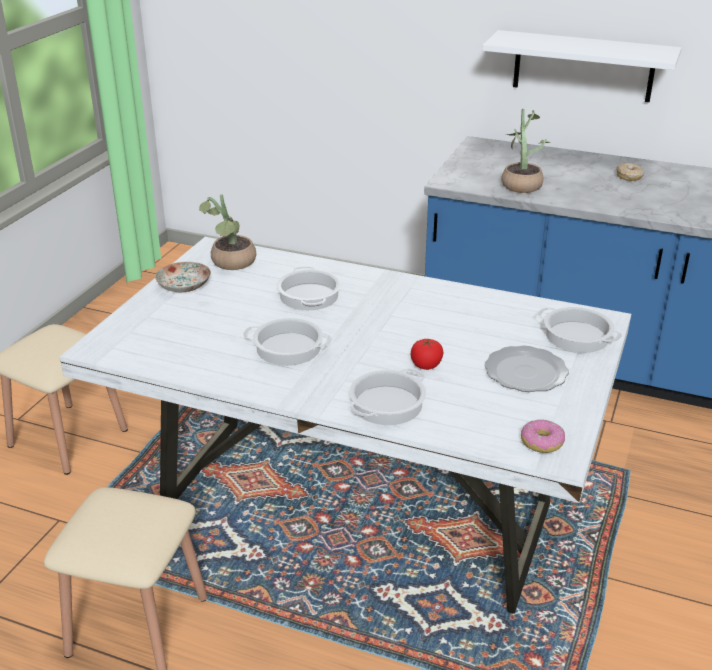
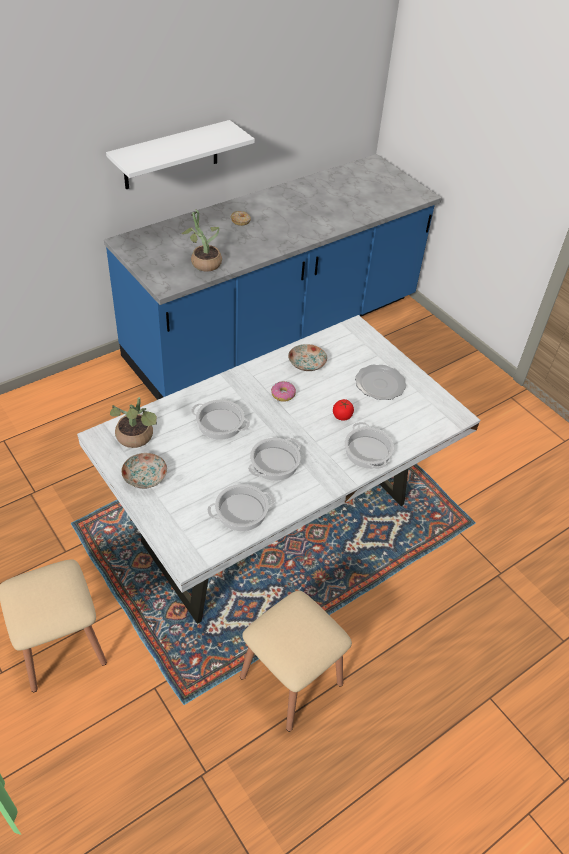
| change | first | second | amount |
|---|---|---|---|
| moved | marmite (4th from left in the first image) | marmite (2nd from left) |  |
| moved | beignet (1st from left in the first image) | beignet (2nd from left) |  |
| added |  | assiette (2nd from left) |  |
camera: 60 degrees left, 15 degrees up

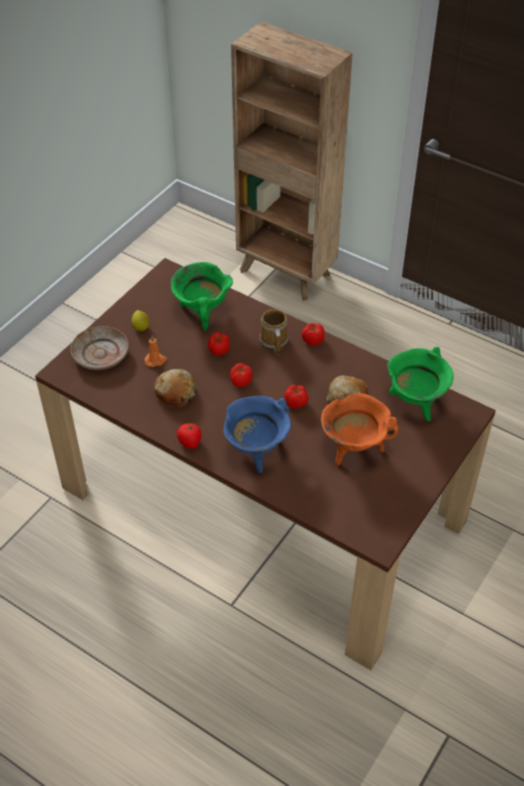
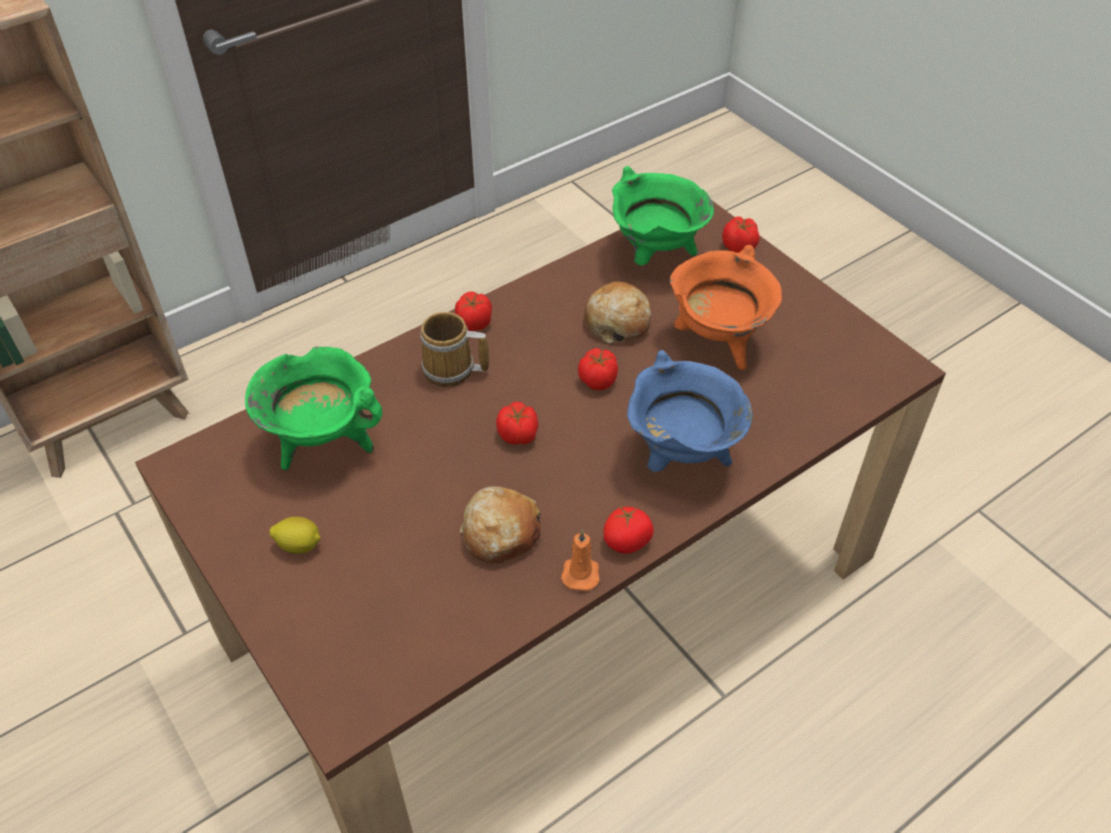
| change | first | second | amount |
|---|---|---|---|
| removed | assiette (beige) |  |  |
| moved | tomate (2nd from left in the first image) | tomate (5th from left) |  |
| moved | bougie (orange) |  |  |
camera: 70 degrees left, 0 degrees up

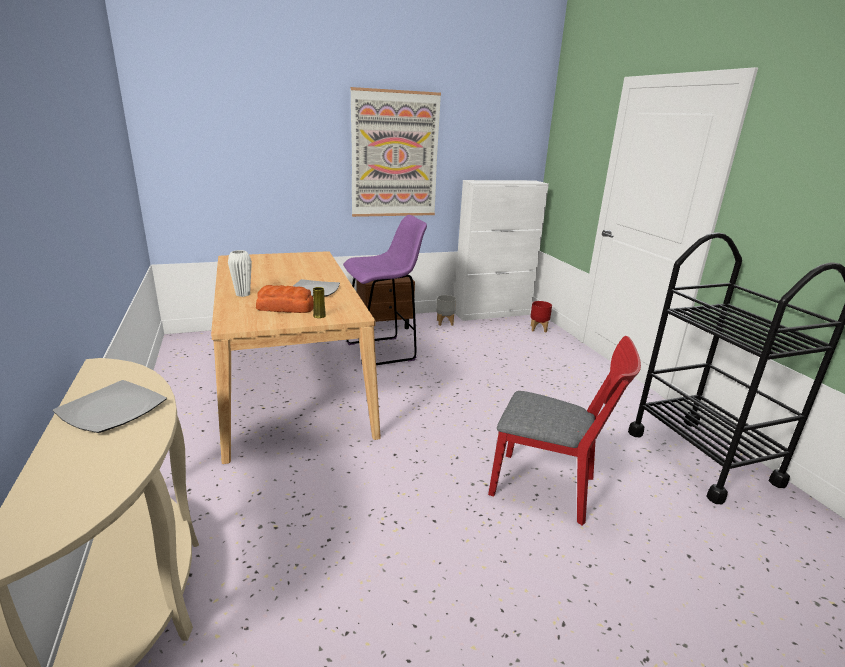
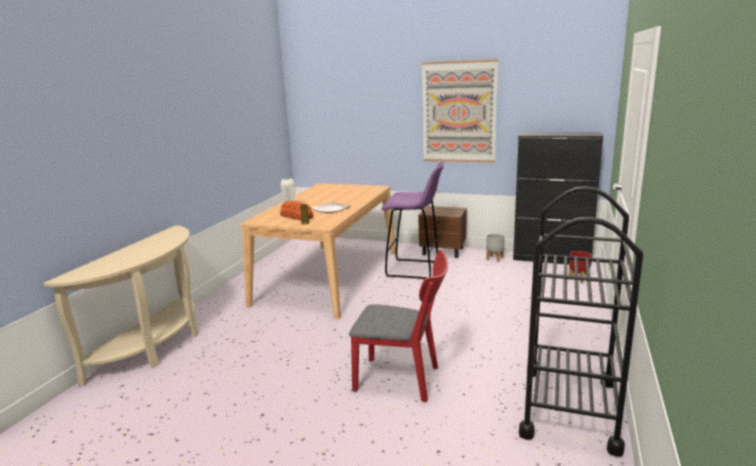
| change | first | second | amount |
|---|---|---|---|
| recoloured | meuble de rangement (blanc) | meuble de rangement (noir) |  |
| turned | chaise (rouge) |  | 45 degrees counterclockwise |
| removed | assiette (1st from left) |  |  |
camera: 40 degrees right, 5 degrees down

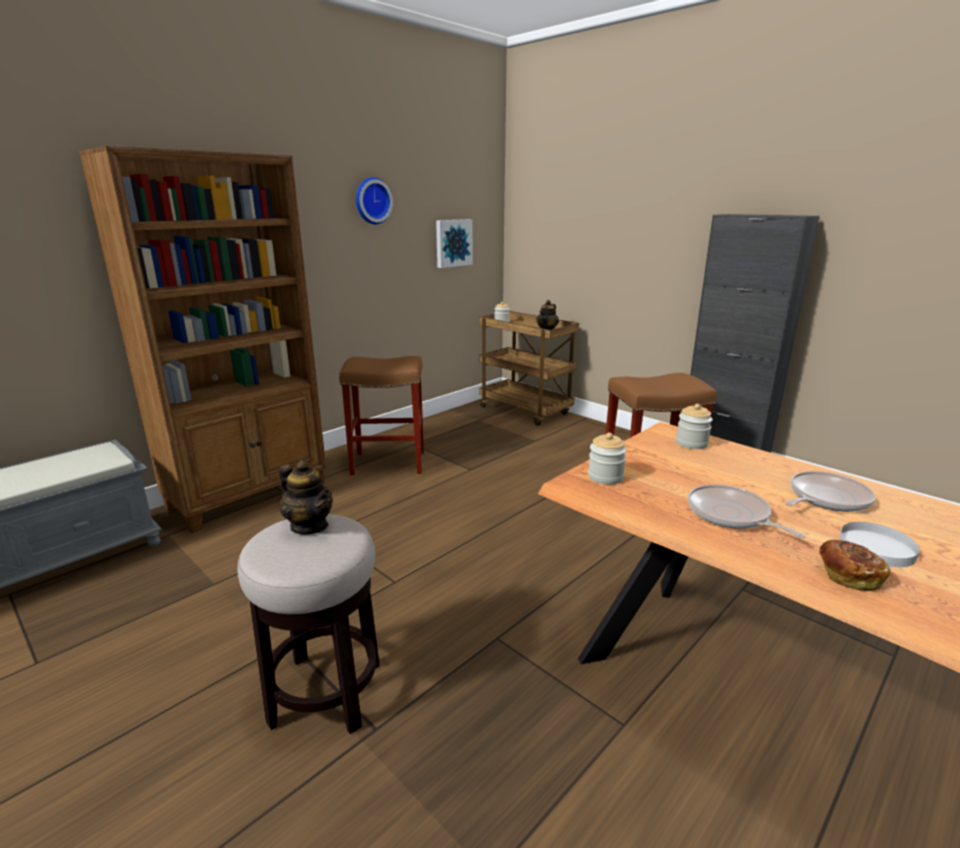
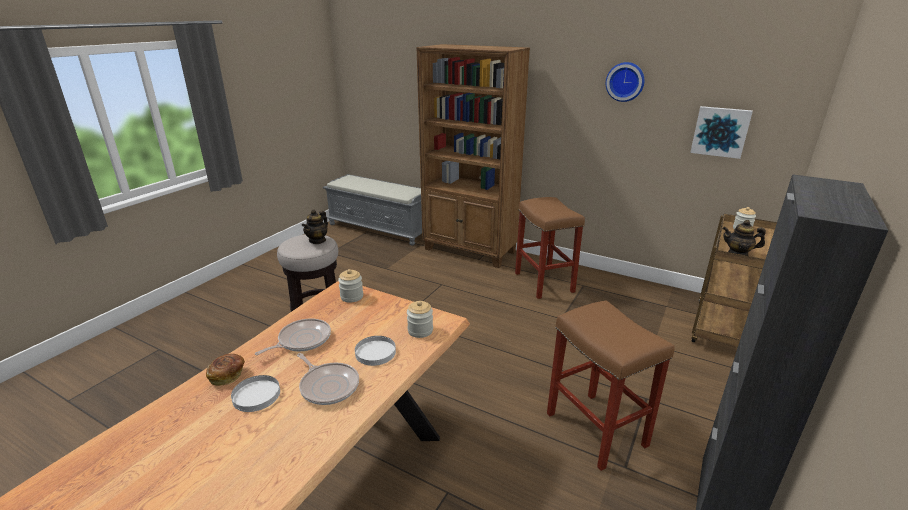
| change | first | second | amount |
|---|---|---|---|
| added |  | assiette (blanc) (2nd from left) |  |
camera: 75 degrees right, 5 degrees up

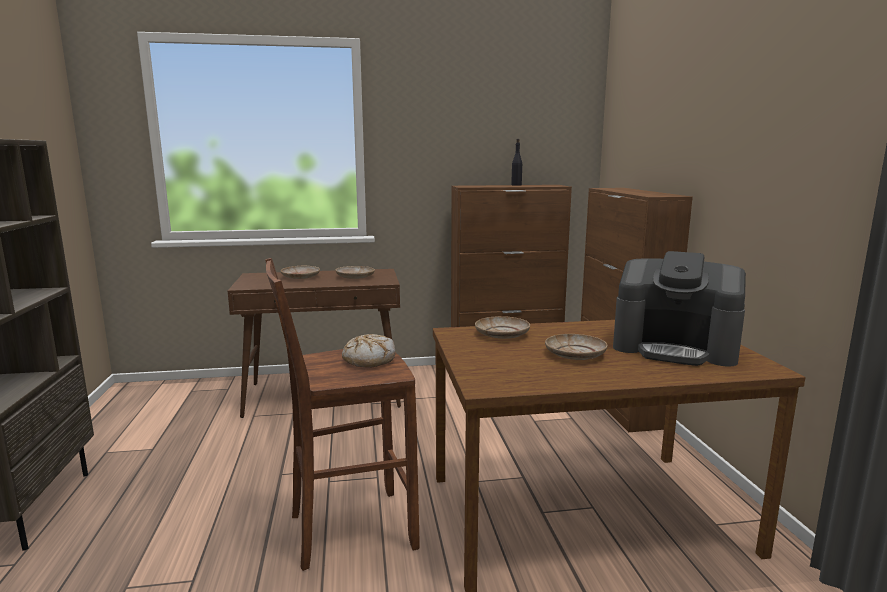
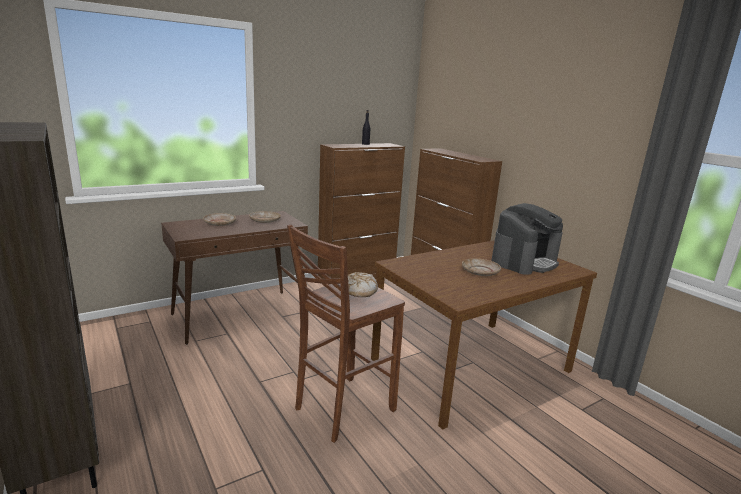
| change | first | second | amount |
|---|---|---|---|
| turned | machine à café |  | 45 degrees counterclockwise |
| removed | assiette (beige) (3rd from left) |  |  |
camera: 25 degrees left, 5 degrees up

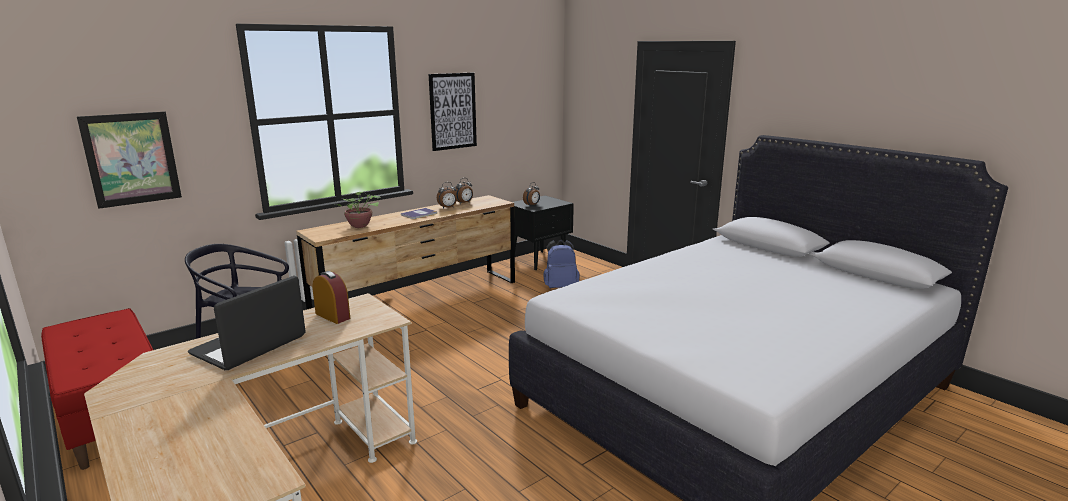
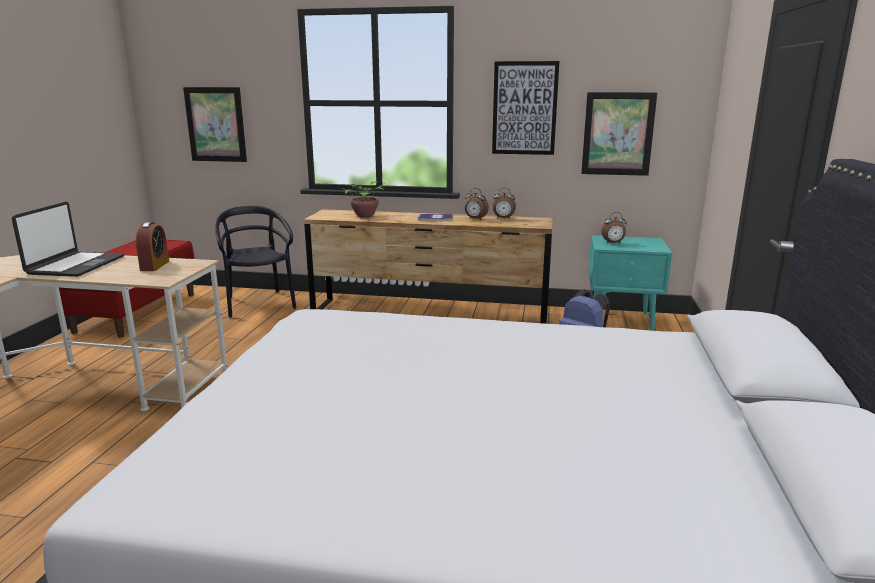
| change | first | second | amount |
|---|---|---|---|
| recoloured | table de chevet (noir) | table de chevet (turquoise) |  |
| turned | ordinateur portable |  | 105 degrees clockwise |
| added |  | tableau (3rd from left) |  |
camera: 50 degrees right, 0 degrees up

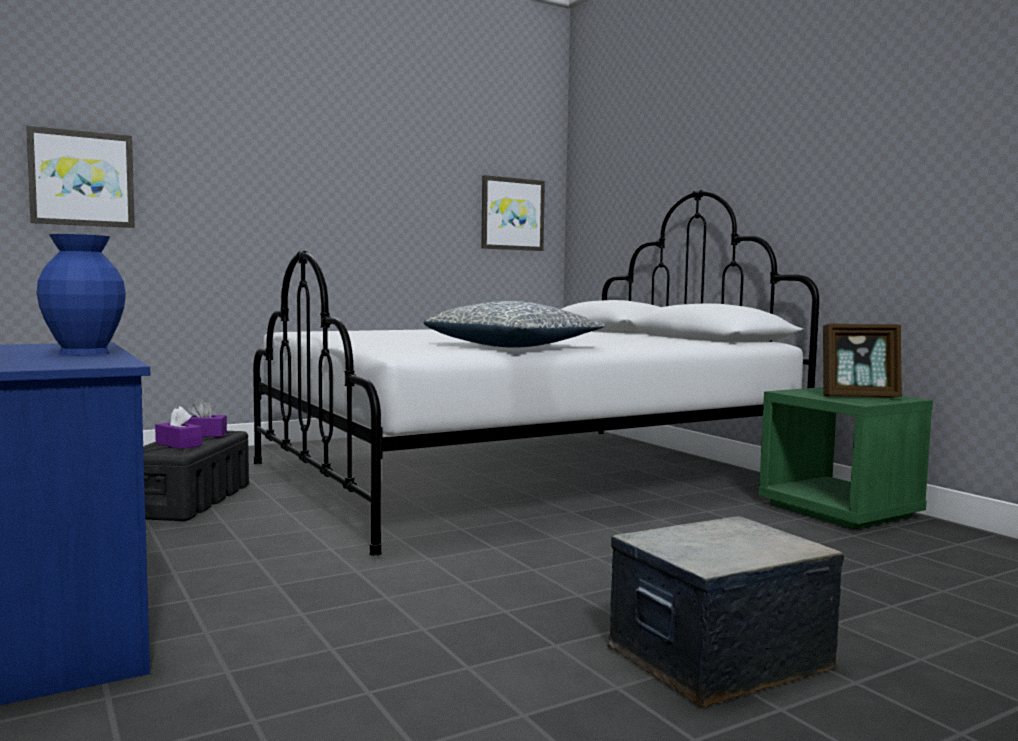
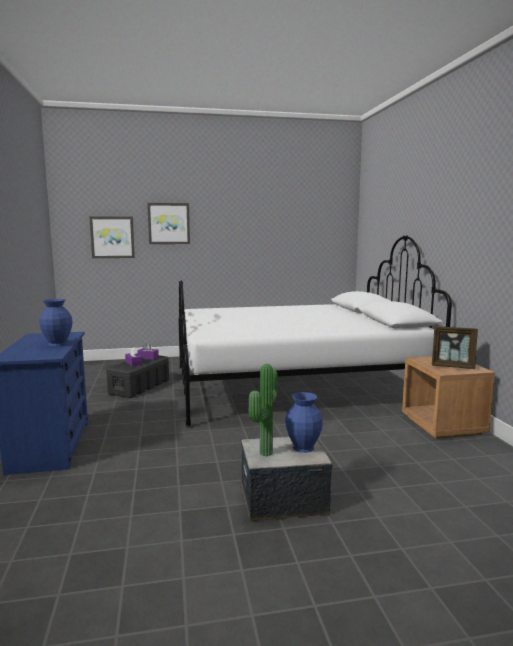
| change | first | second | amount |
|---|---|---|---|
| moved | tableau (2nd from left) |  |  |
| removed | coussin |  |  |
| recoloured | table de chevet (vert) | table de chevet (marron) |  |
| added |  | plante en pot |  |
| added |  | vase (bleu) (2nd from left) |  |
camera: 20 degrees right, 5 degrees up

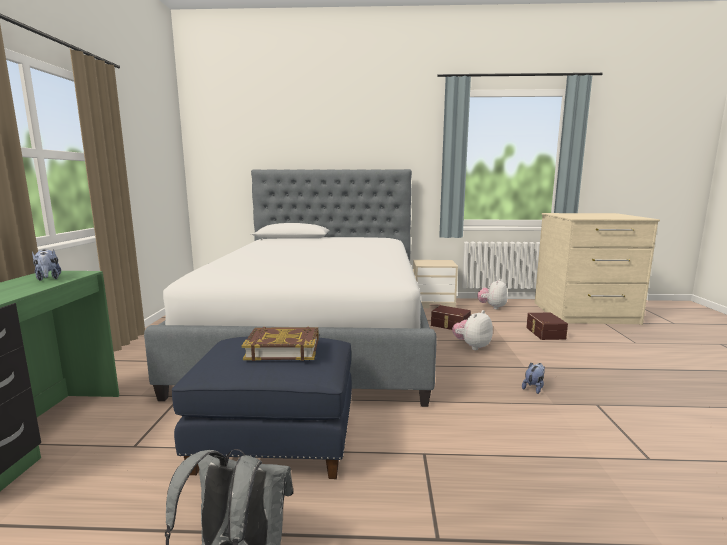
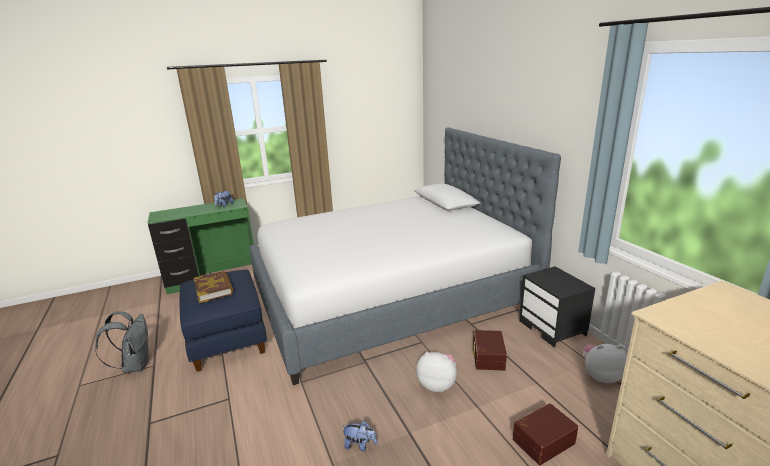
| change | first | second | amount |
|---|---|---|---|
| recoloured | table de chevet (beige) | table de chevet (noir) |  |
camera: 65 degrees right, 10 degrees up

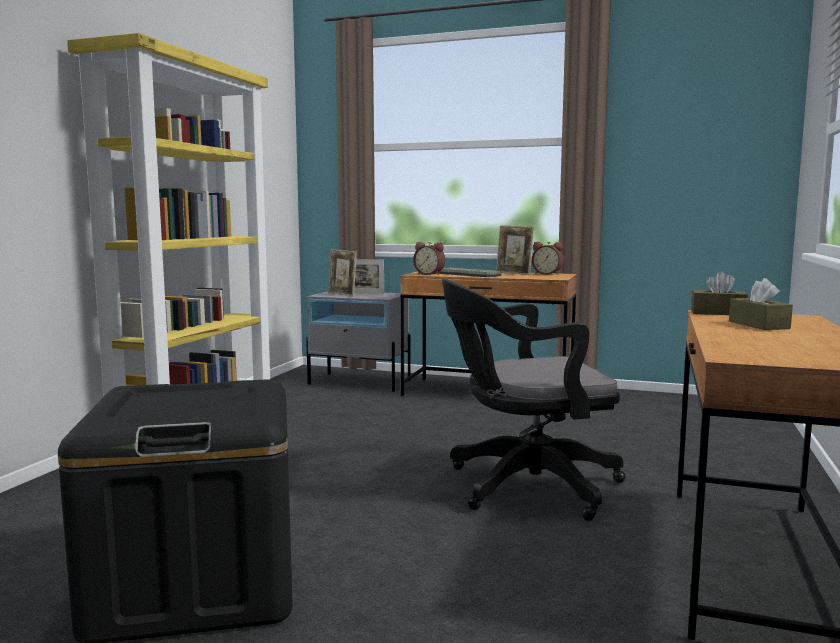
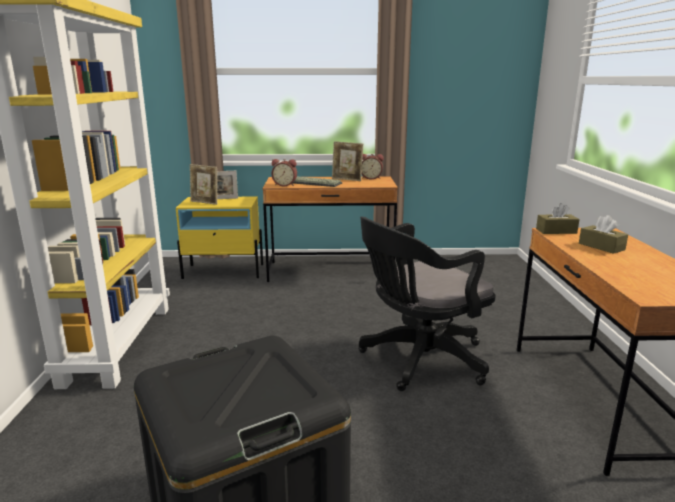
| change | first | second | amount |
|---|---|---|---|
| recoloured | table de chevet (gris) | table de chevet (jaune) |  |
camera: 20 degrees left, 10 degrees up

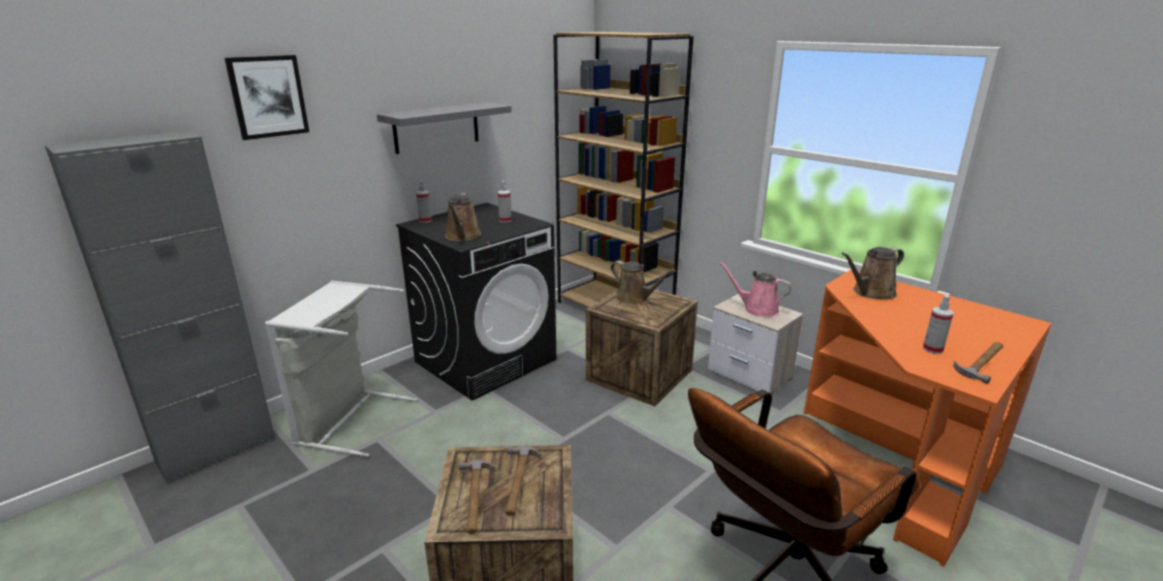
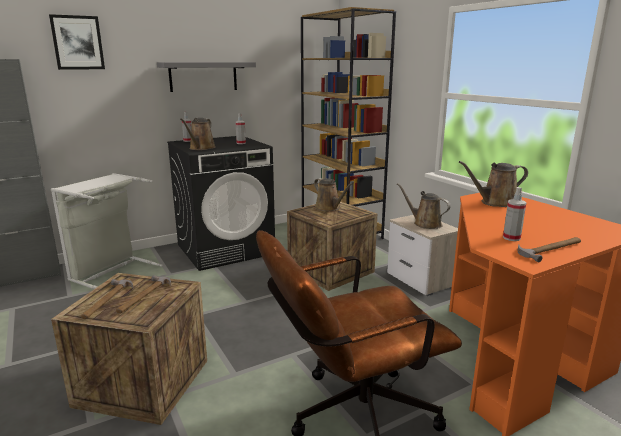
| change | first | second | amount |
|---|---|---|---|
| recoloured | arrosoir (rose) | arrosoir (marron) (3rd from left) |  |
camera: 15 degrees right, 5 degrees down

